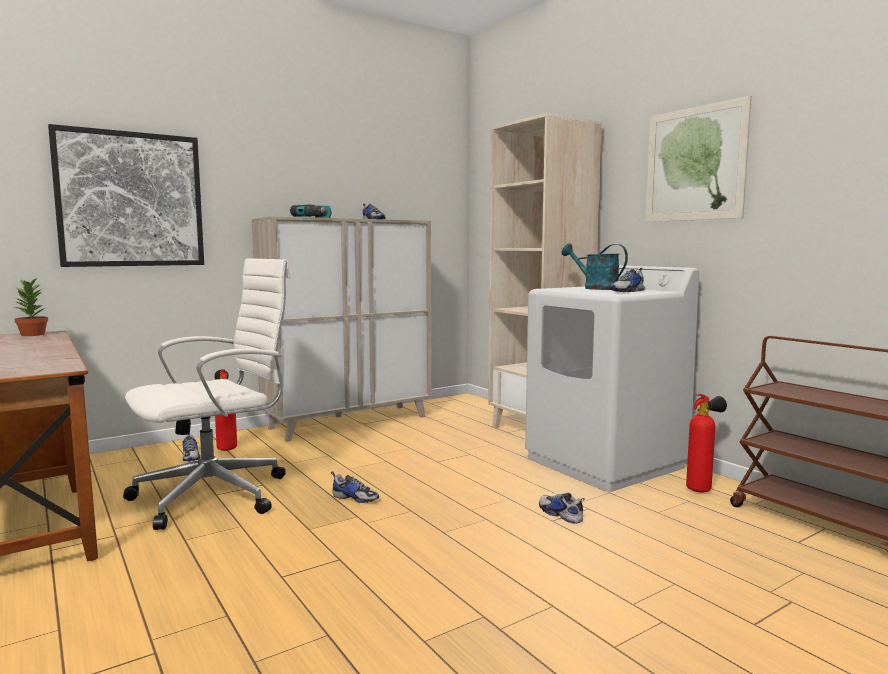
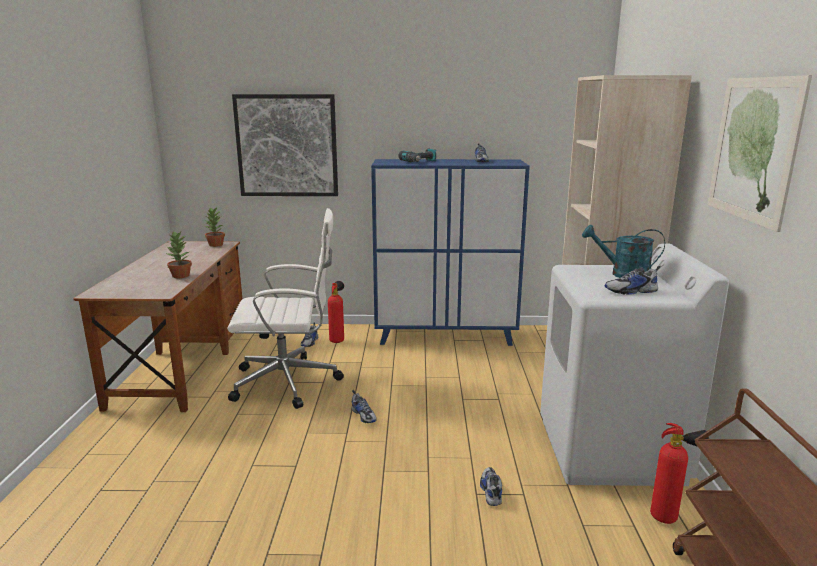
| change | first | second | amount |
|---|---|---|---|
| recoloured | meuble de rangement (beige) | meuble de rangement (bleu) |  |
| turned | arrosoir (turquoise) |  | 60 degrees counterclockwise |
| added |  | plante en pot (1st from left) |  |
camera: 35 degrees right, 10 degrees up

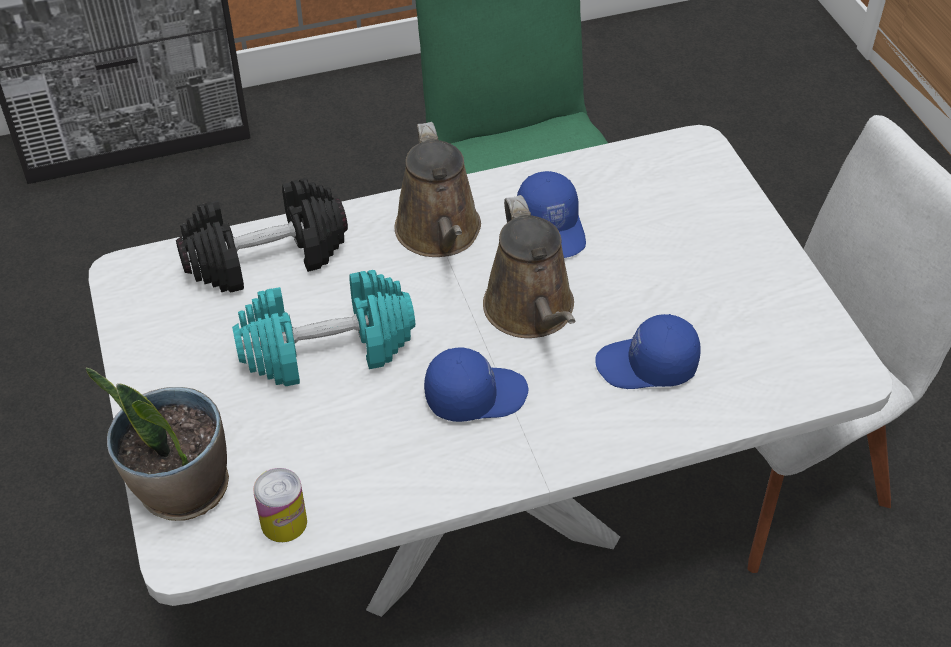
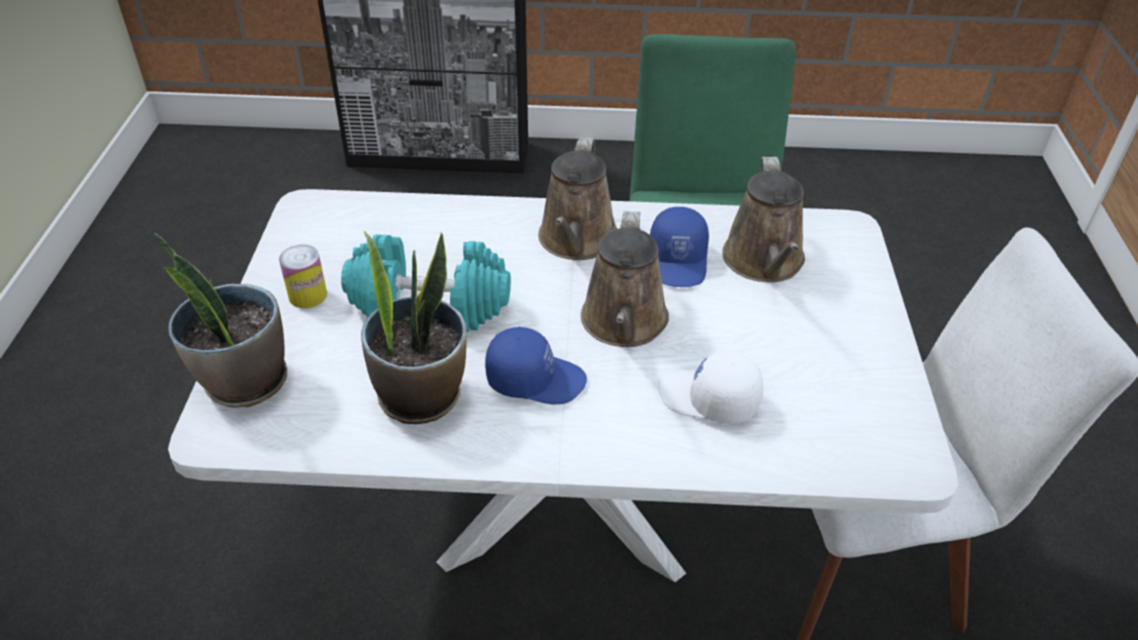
| change | first | second | amount |
|---|---|---|---|
| removed | haltère (noir) |  |  |
| recoloured | casquette (bleu) (3rd from left) | casquette (blanc) |  |
| moved | boîte métallique |  |  |
| added |  | arrosoir (marron) (3rd from left) |  |
| added |  | plante en pot (2nd from left) |  |
camera: 20 degrees right, 5 degrees down

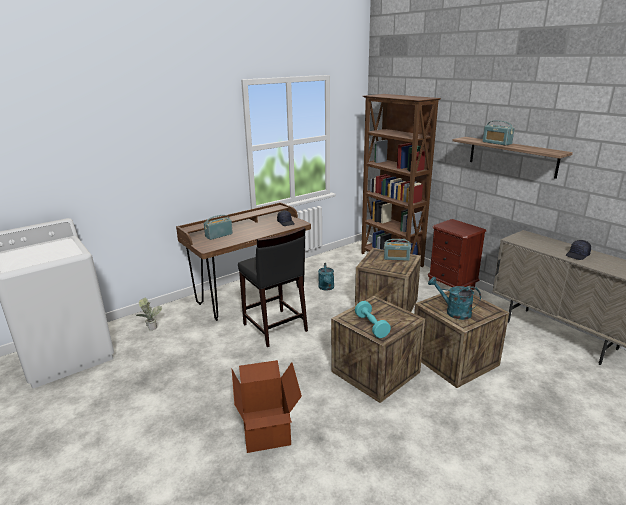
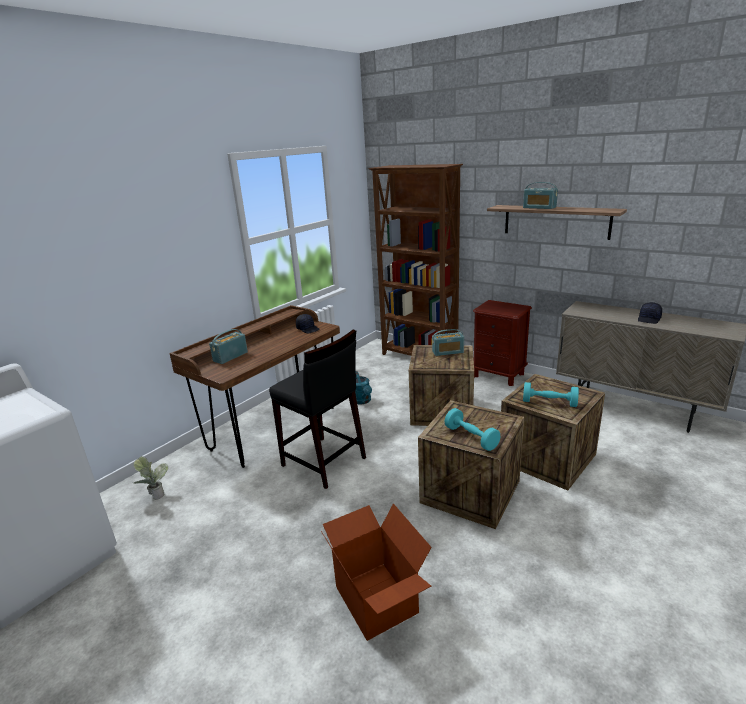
| change | first | second | amount |
|---|---|---|---|
| replaced | arrosoir (turquoise) (2nd from left) | haltère (turquoise) (2nd from left) |  |
camera: 15 degrees left, 0 degrees up

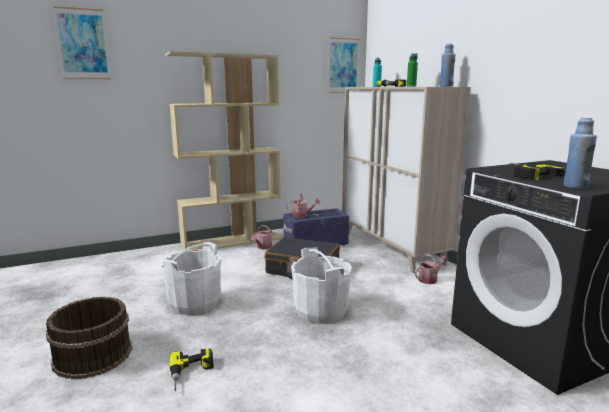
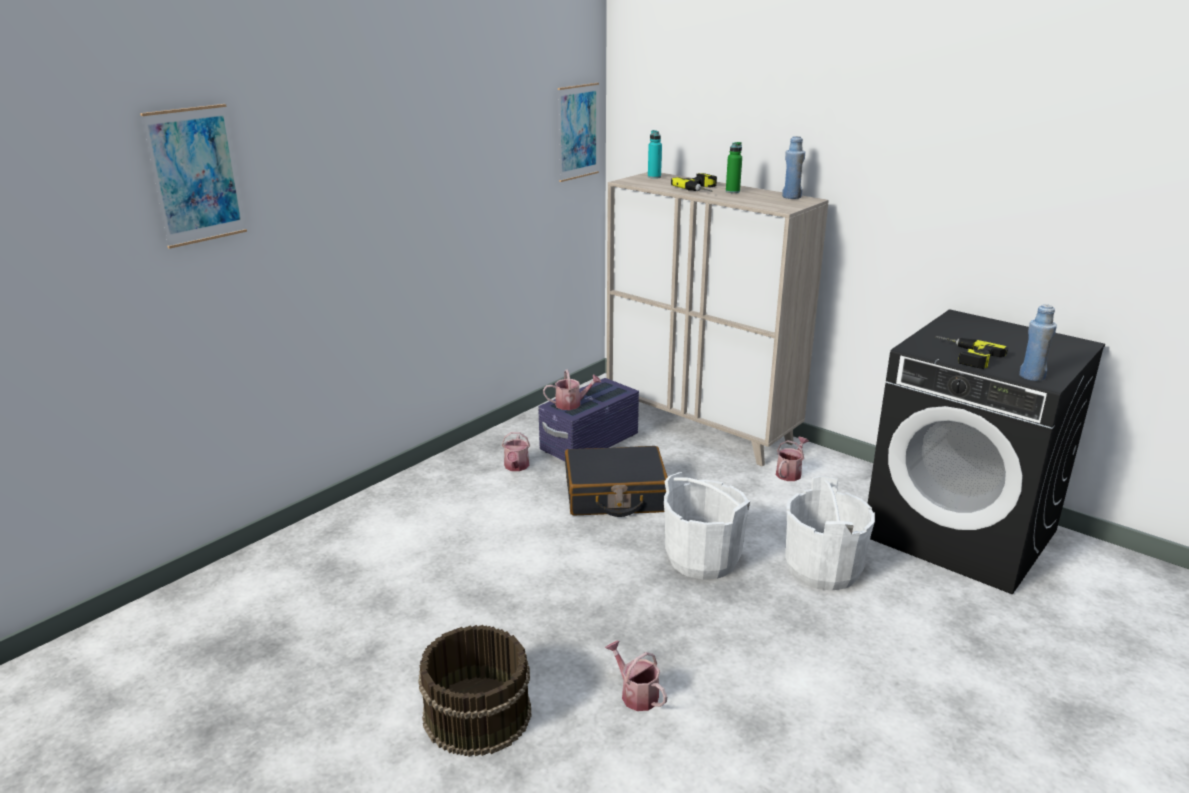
| change | first | second | amount |
|---|---|---|---|
| removed | bibliothèque (beige) |  |  |
| moved | seau (blanc) (1st from left in the first image) | seau (blanc) (2nd from left) |  |
| replaced | perceuse (1st from left) | arrosoir (3rd from left) |  |
camera: 25 degrees left, 10 degrees up

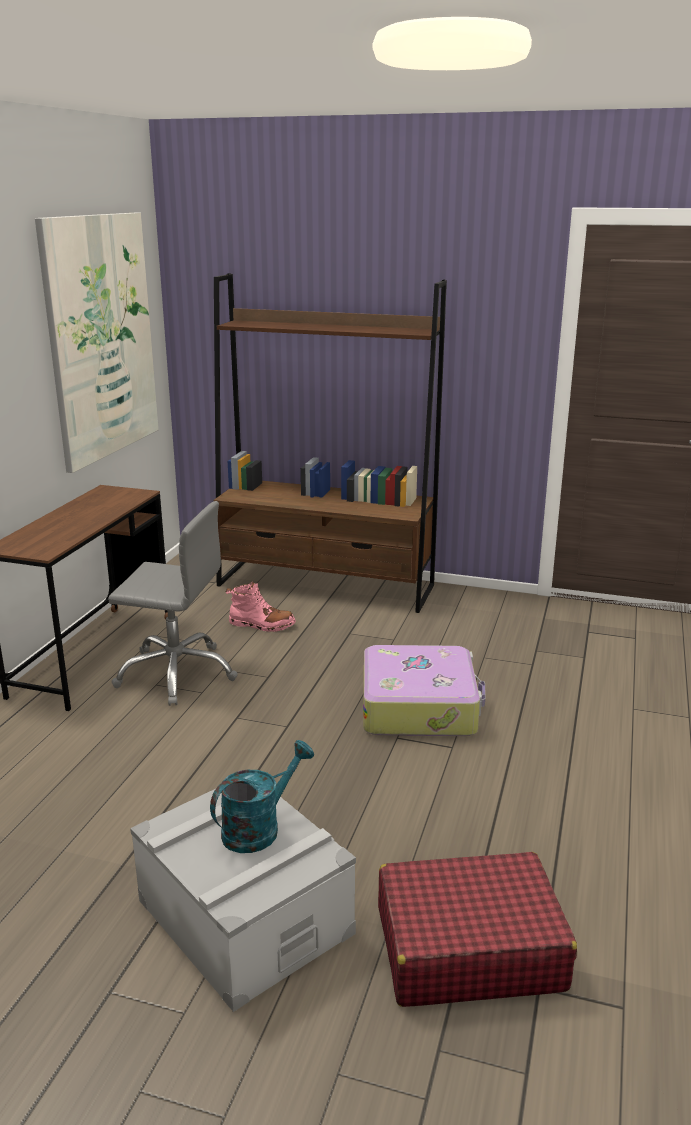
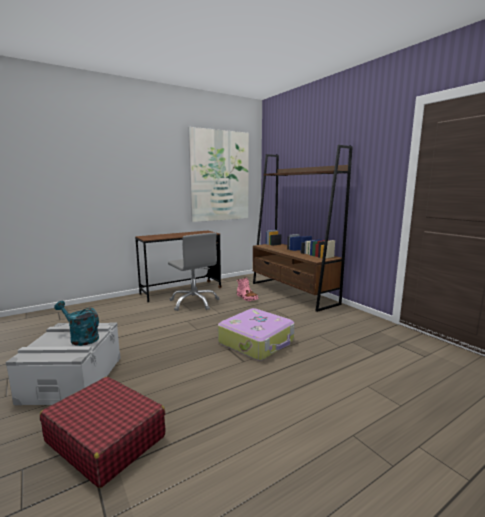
| change | first | second | amount |
|---|---|---|---|
| turned | arrosoir (turquoise) |  | 150 degrees counterclockwise |
camera: 40 degrees right, 10 degrees down

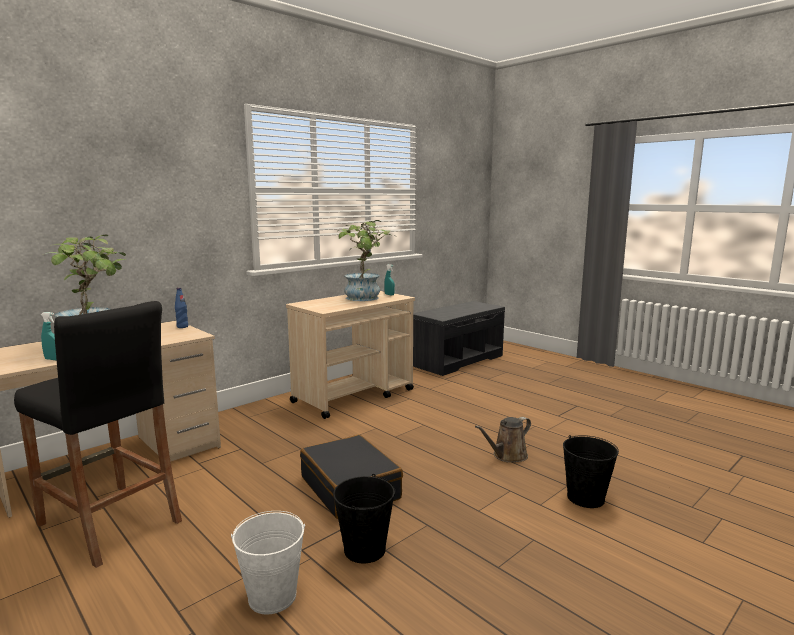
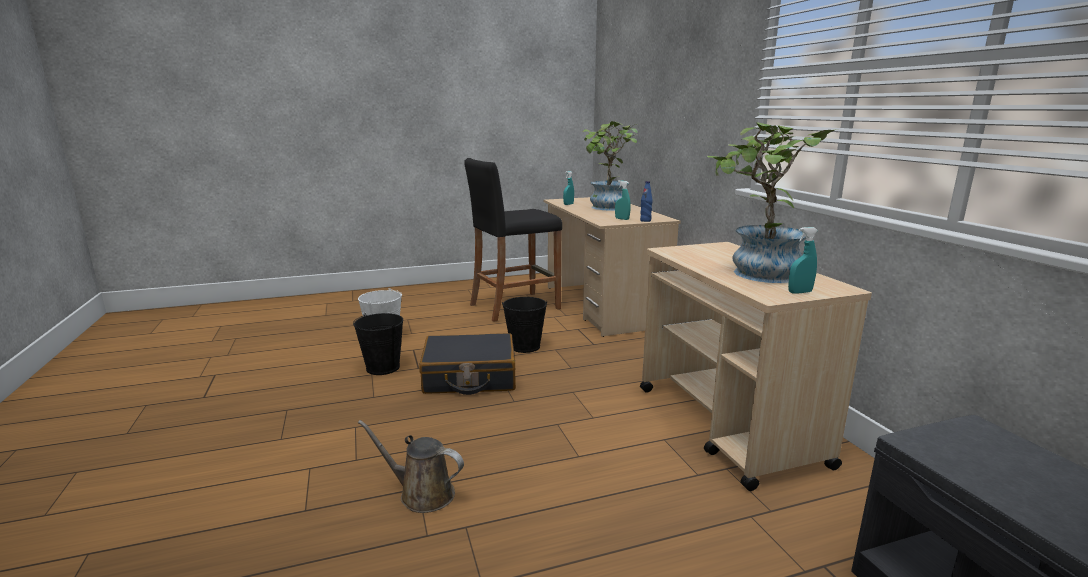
| change | first | second | amount |
|---|---|---|---|
| turned | arrosoir (marron) |  | 60 degrees counterclockwise |
| moved | seau (noir) (2nd from left) |  |  |
| added |  | vaporisateur (turquoise) (2nd from left) |  |
camera: 115 degrees right, 5 degrees up

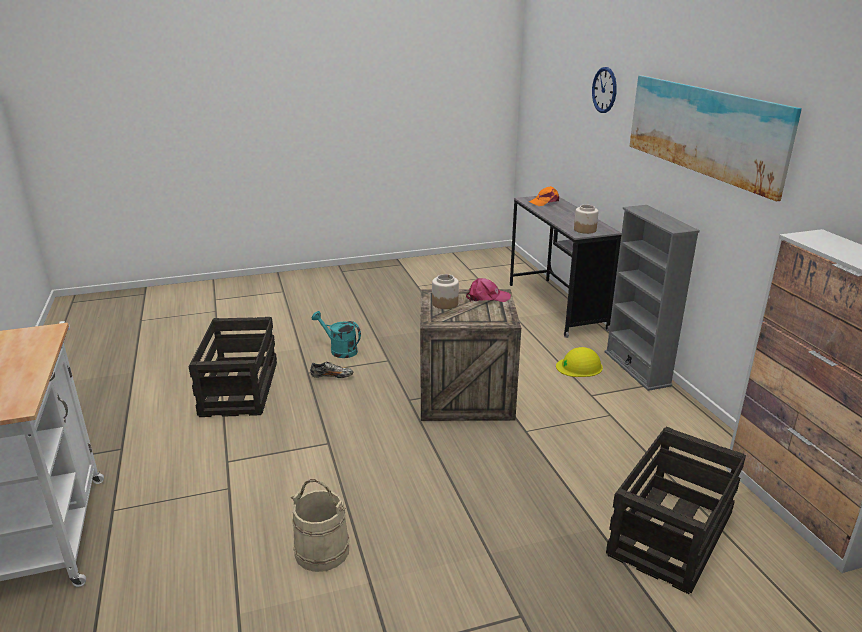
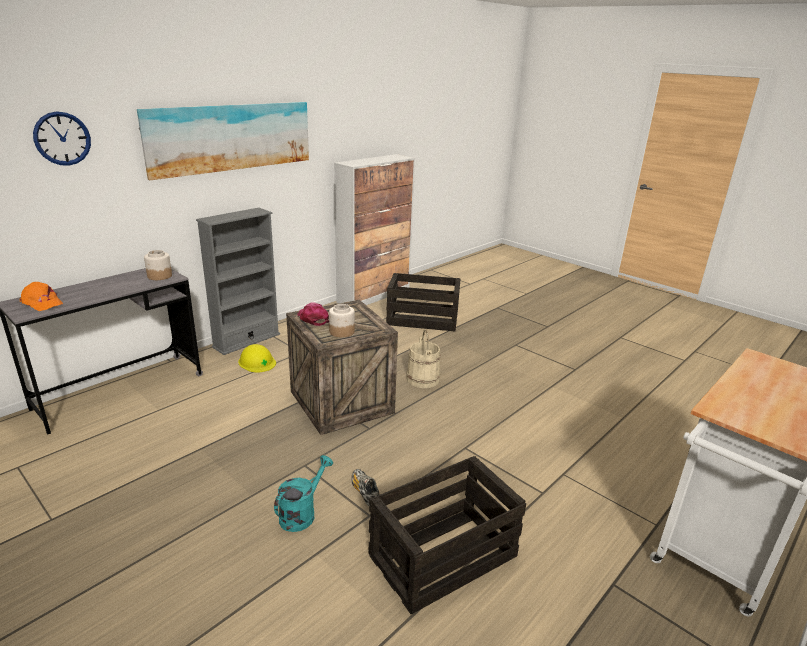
| change | first | second | amount |
|---|---|---|---|
| turned | arrosoir (turquoise) |  | 150 degrees counterclockwise |
| moved | seau (beige) |  |  |
camera: 120 degrees left, 0 degrees up

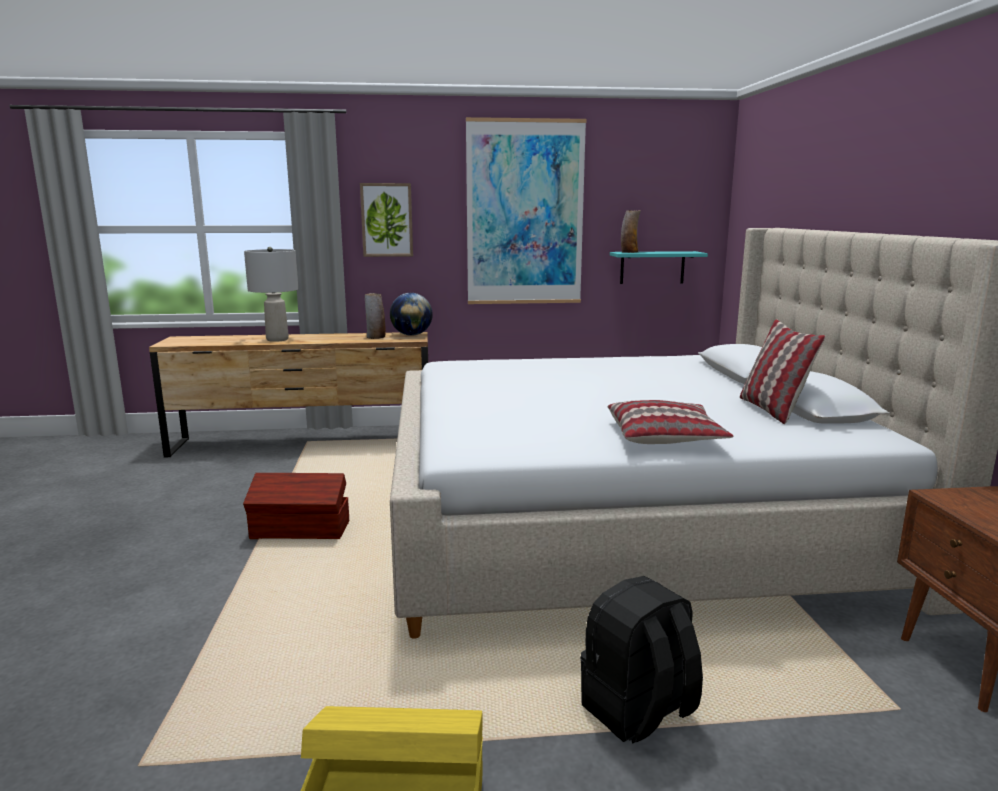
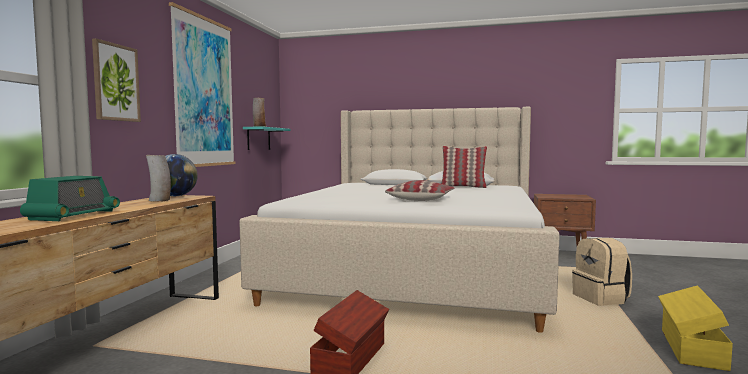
| change | first | second | amount |
|---|---|---|---|
| replaced | lampe de table (gris) | radio |  |
| moved | coussin (1st from left) |  |  |
| recoloured | sac à dos (noir) | sac à dos (beige) |  |
camera: 70 degrees left, 10 degrees down

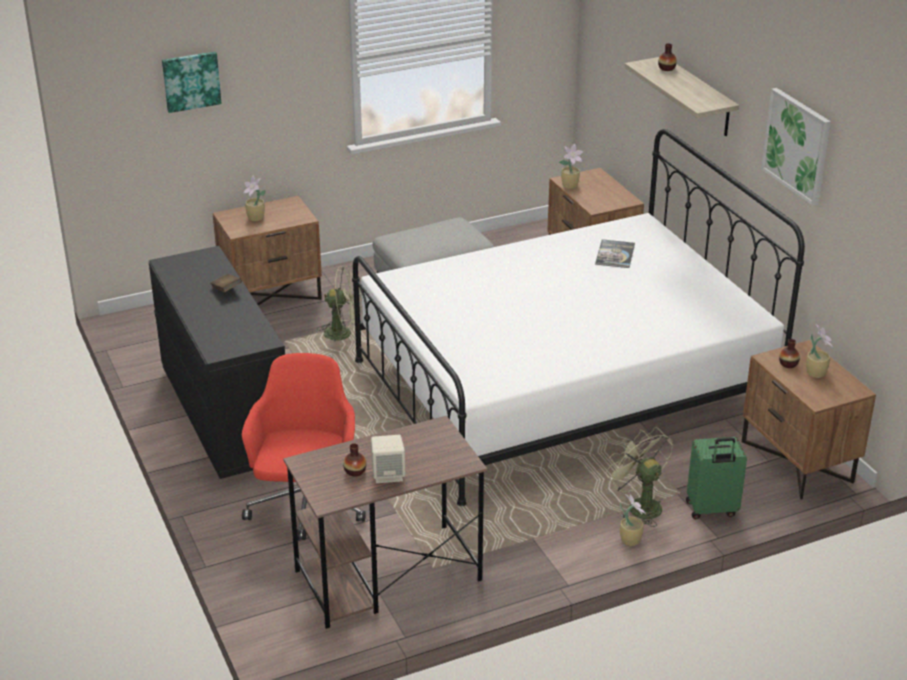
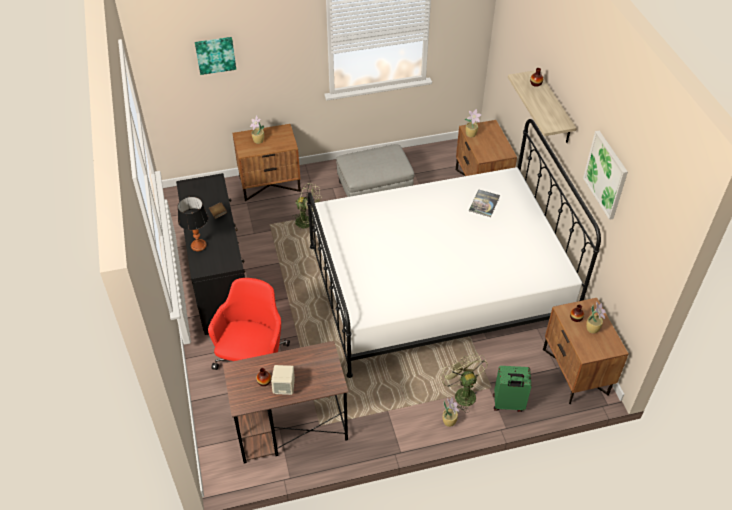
| change | first | second | amount |
|---|---|---|---|
| added |  | lampe de table |  |
camera: 10 degrees right, 15 degrees up

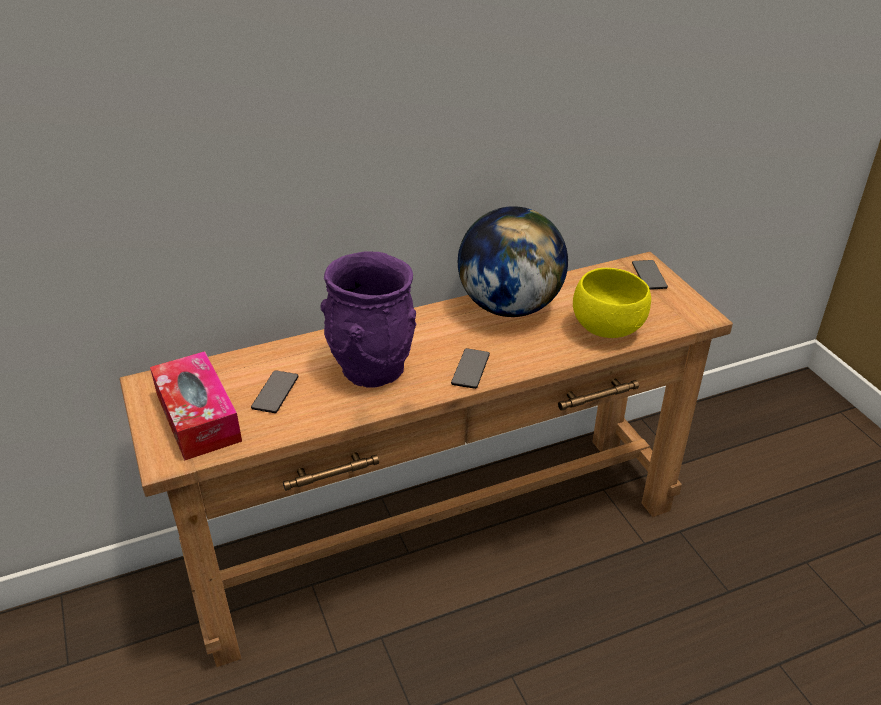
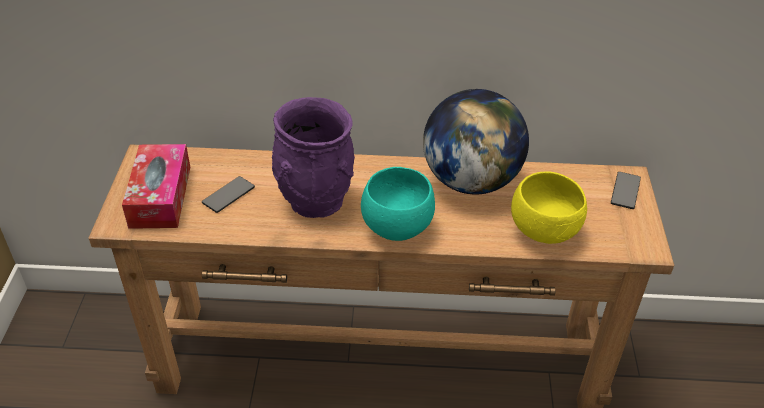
| change | first | second | amount |
|---|---|---|---|
| replaced | téléphone (2nd from left) | bol (turquoise) |  |
camera: 25 degrees right, 5 degrees up

